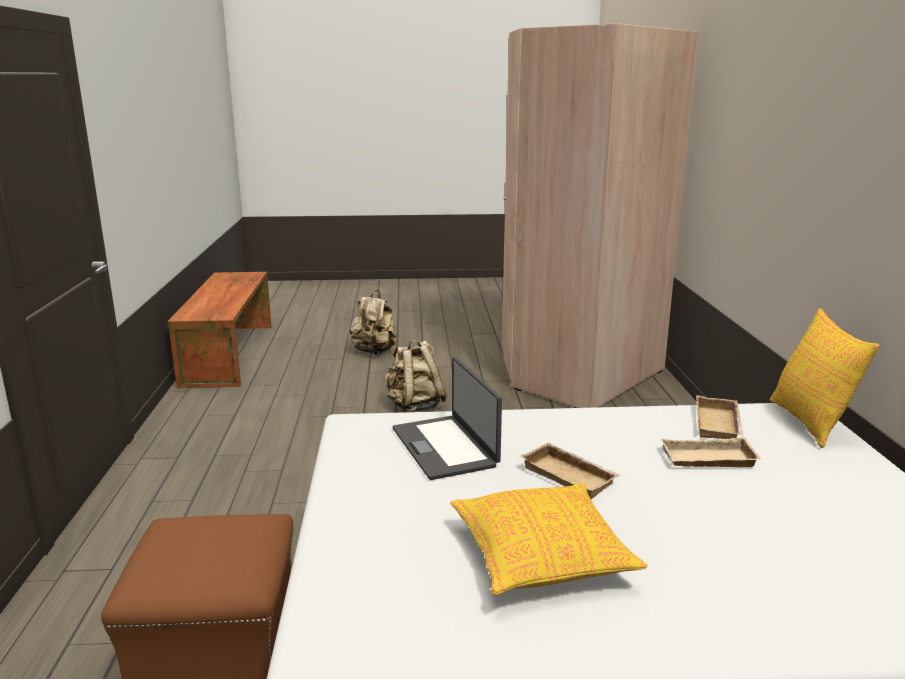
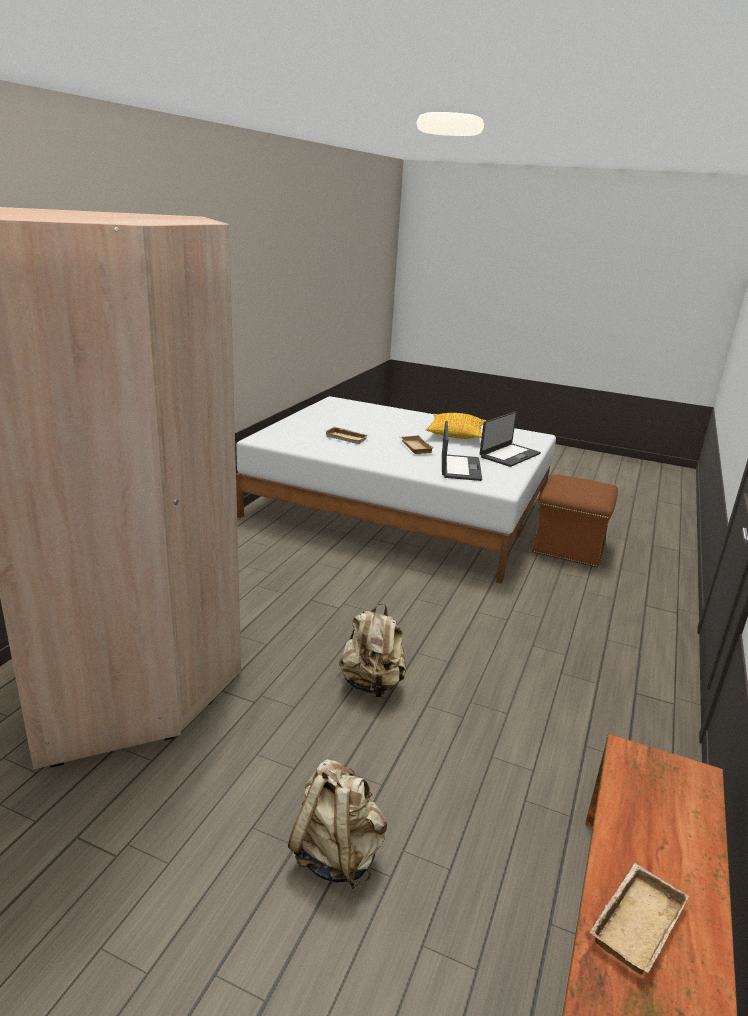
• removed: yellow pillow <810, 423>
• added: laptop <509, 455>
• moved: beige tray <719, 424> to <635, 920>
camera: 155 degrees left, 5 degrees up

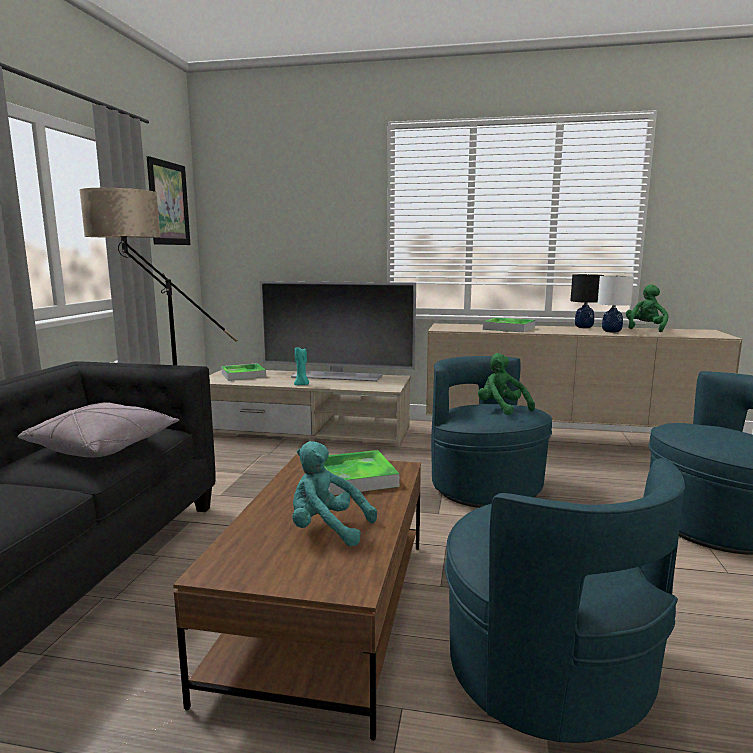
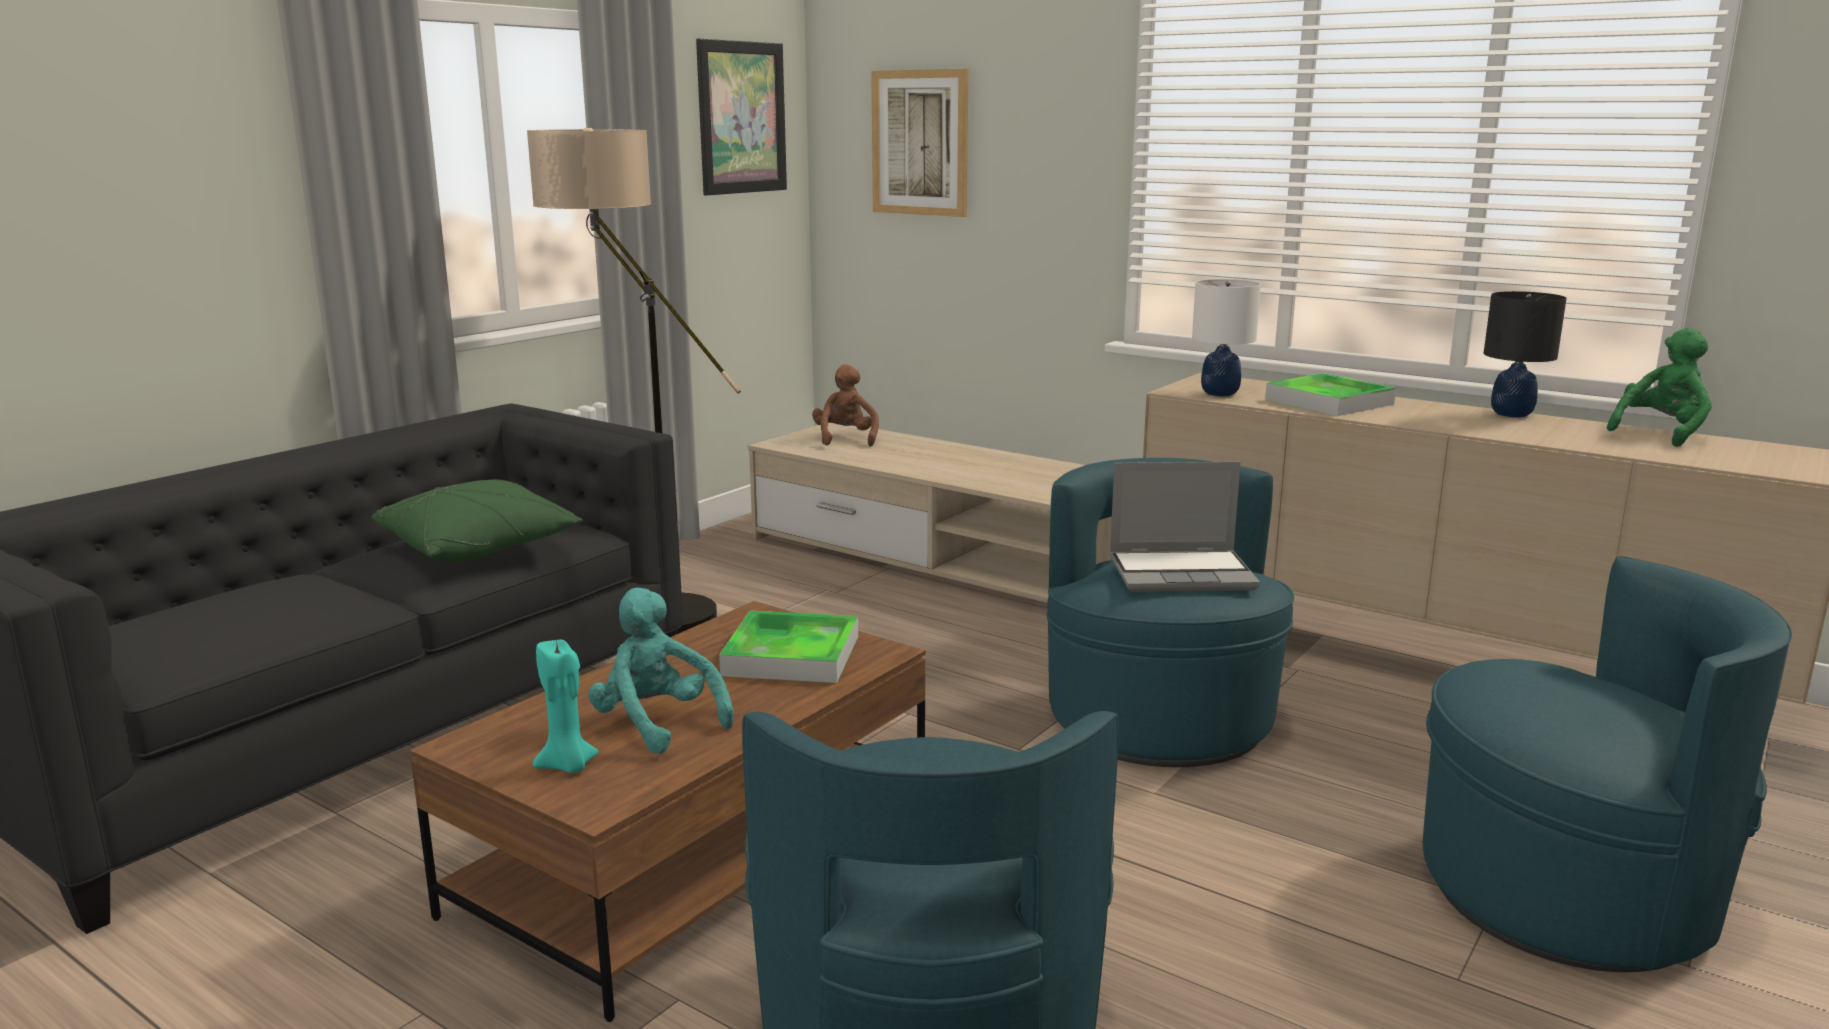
• removed: television <337, 376>
• added: picture <920, 143>
• moved: turquoise candle <302, 384> to <568, 766>
• moved: white table lamp <612, 331> to <1221, 394>
• replaced: tray <243, 375> to brown plush toy <845, 439>
• replaced: green plush toy <501, 408> to laptop <1183, 573>
• recoloured: purple pillow <104, 447> to green pillow <480, 547>
camera: 25 degrees right, 5 degrees up

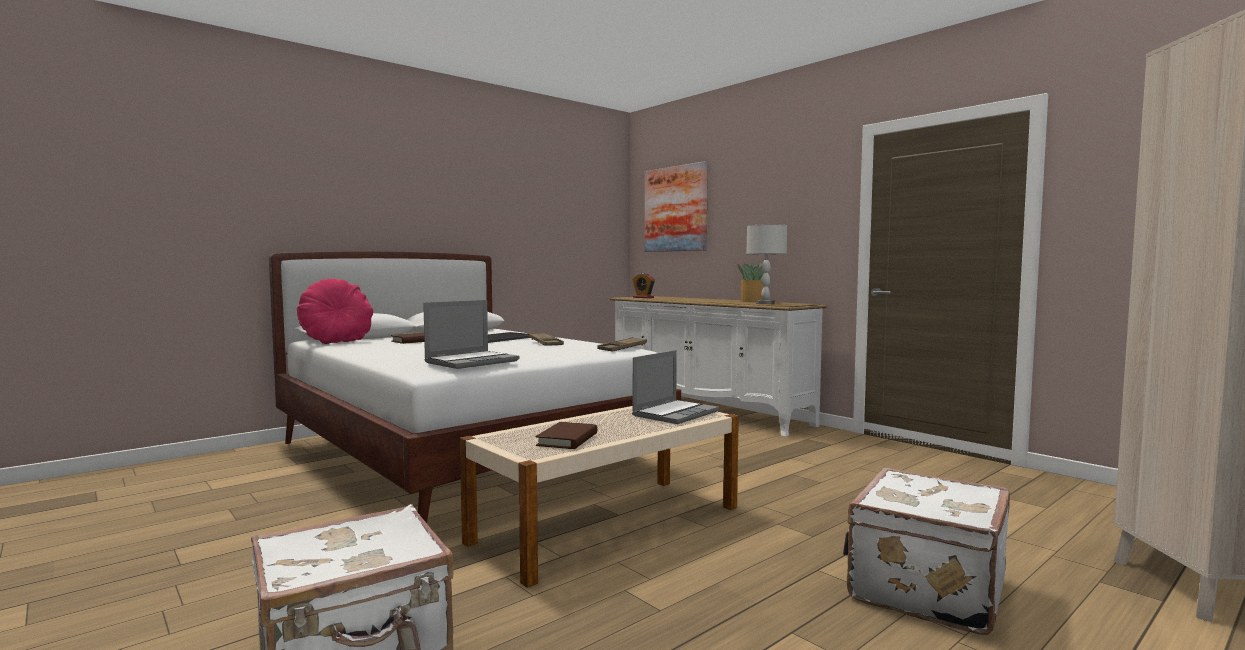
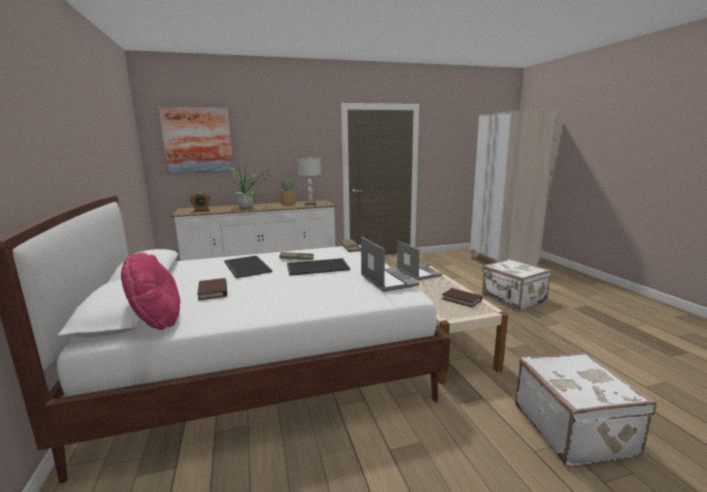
• added: potted plant <248, 207>
• added: tray <317, 267>
camera: 65 degrees left, 10 degrees up

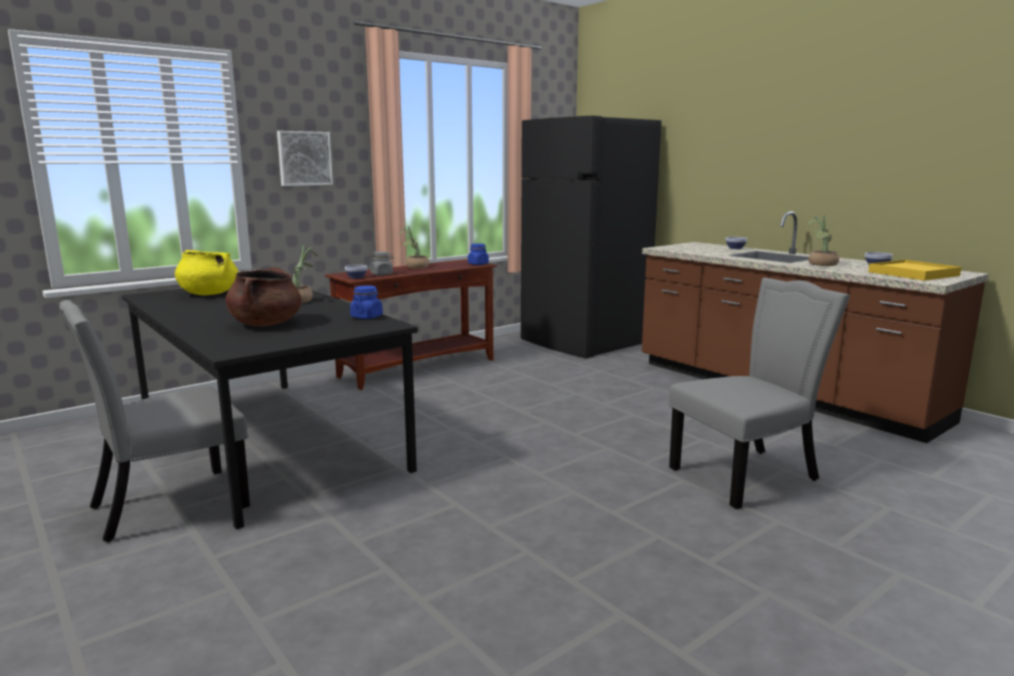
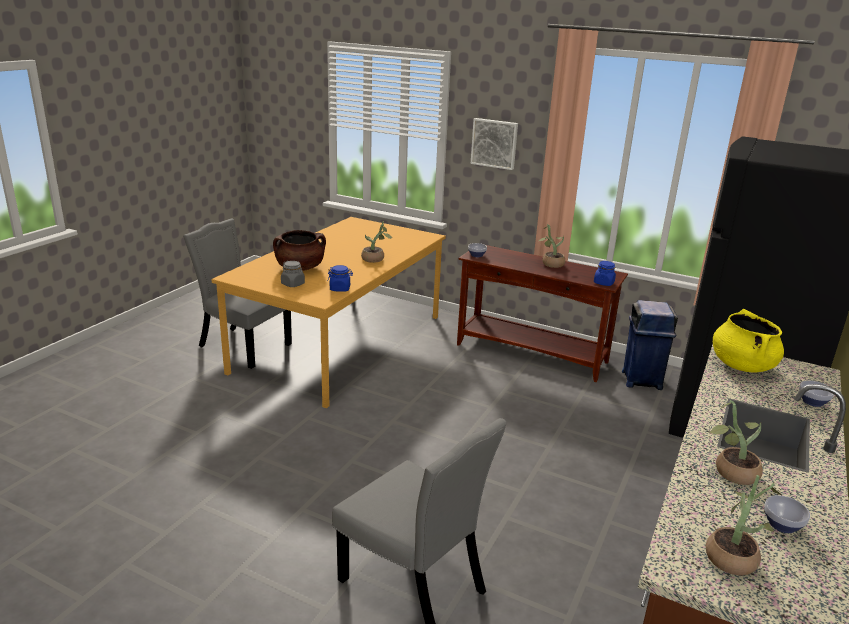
• added: blue trash can <641, 380>
• moved: yellow cooking pot <209, 294> to <741, 365>
• moved: grey jar <381, 274> to <293, 284>
• replaced: yellow tray <913, 274> to potted plant <733, 556>
• recoloured: black dining table <269, 440> to orange dining table <341, 343>
camera: 65 degrees right, 10 degrees up

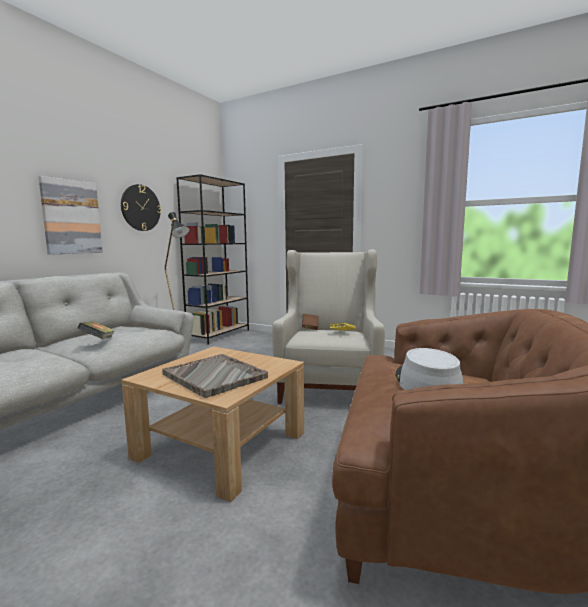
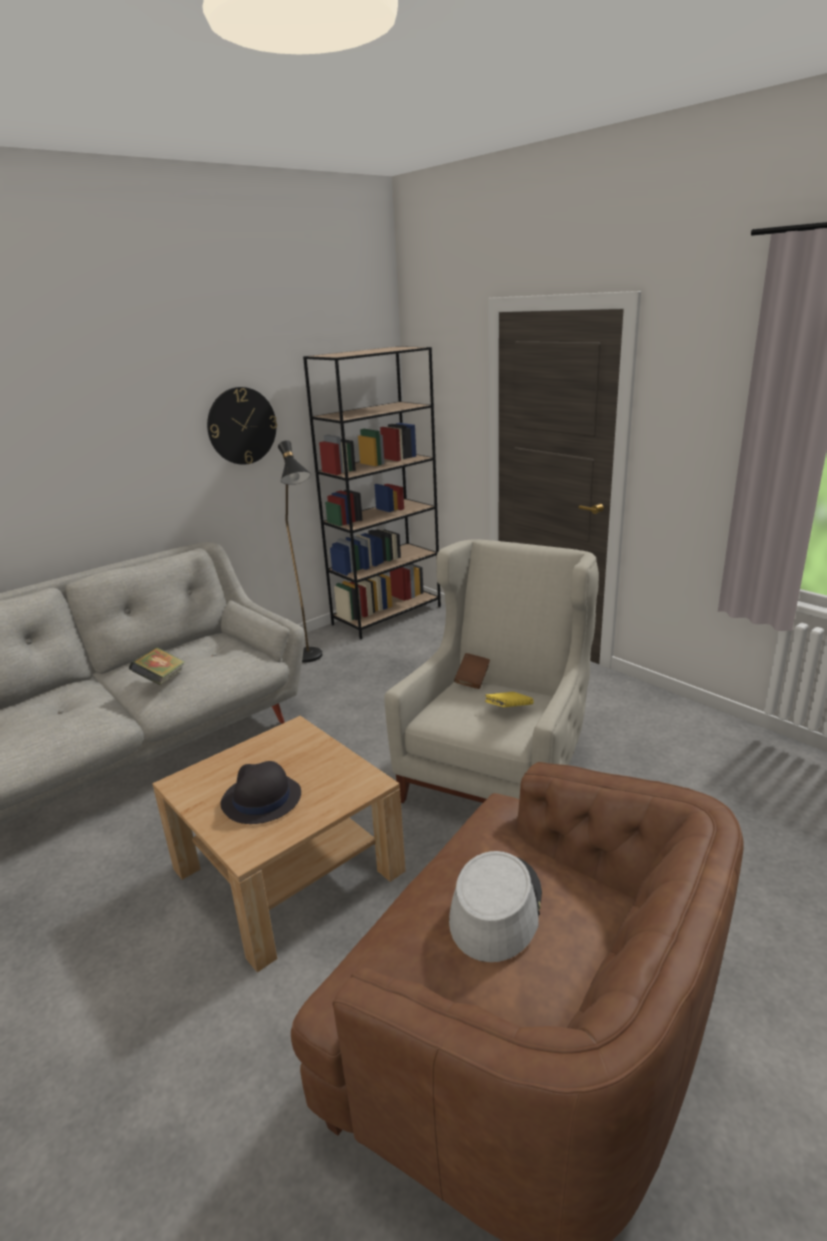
• removed: picture <71, 217>
• replaced: grey tray <214, 376> to black hat <261, 799>
camera: 20 degrees right, 15 degrees up

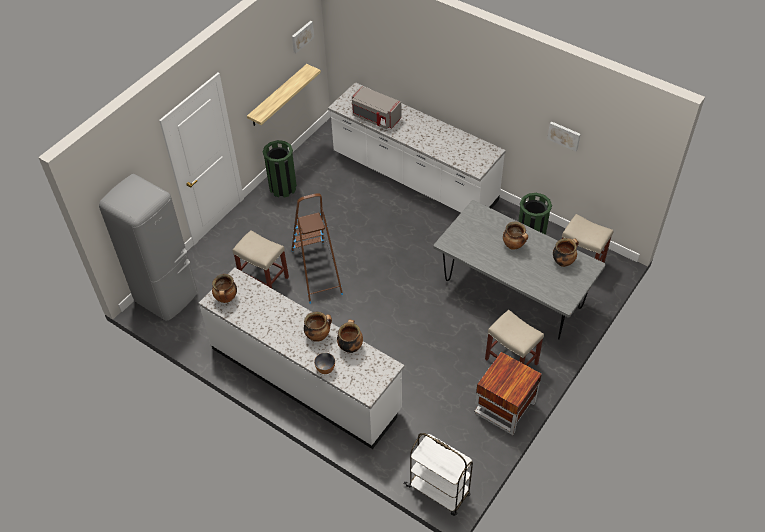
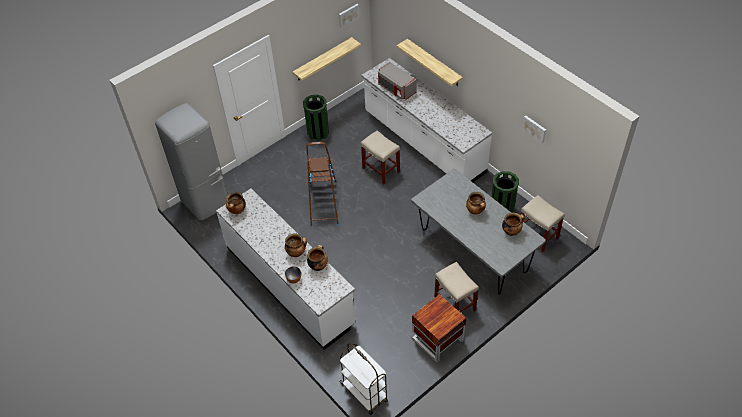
• added: shelf <434, 63>
• moved: beige stool <263, 279> to <380, 170>
camera: 15 degrees right, 0 degrees up

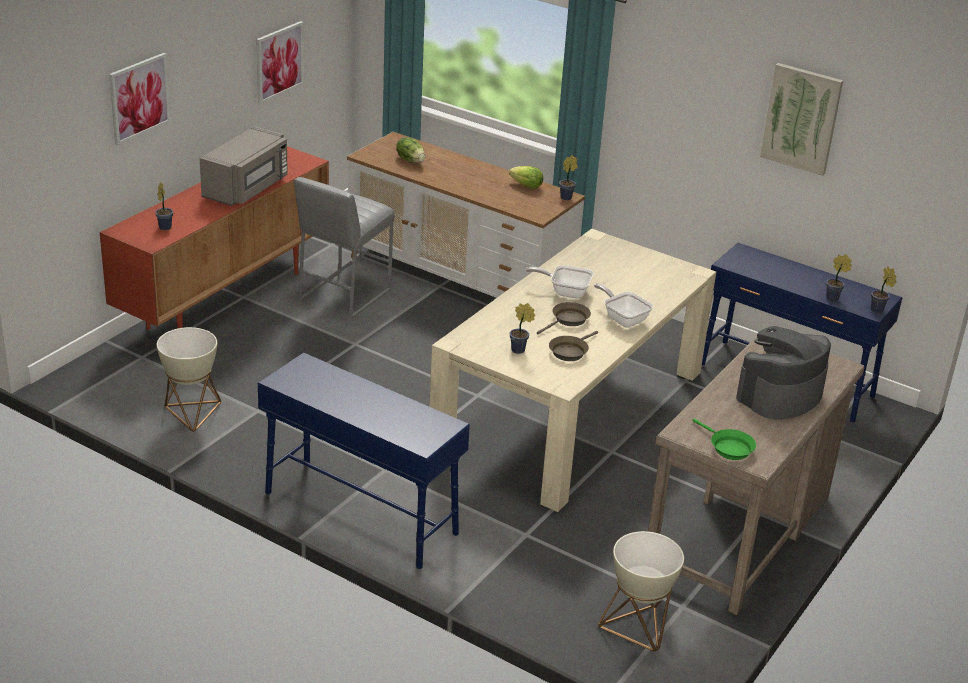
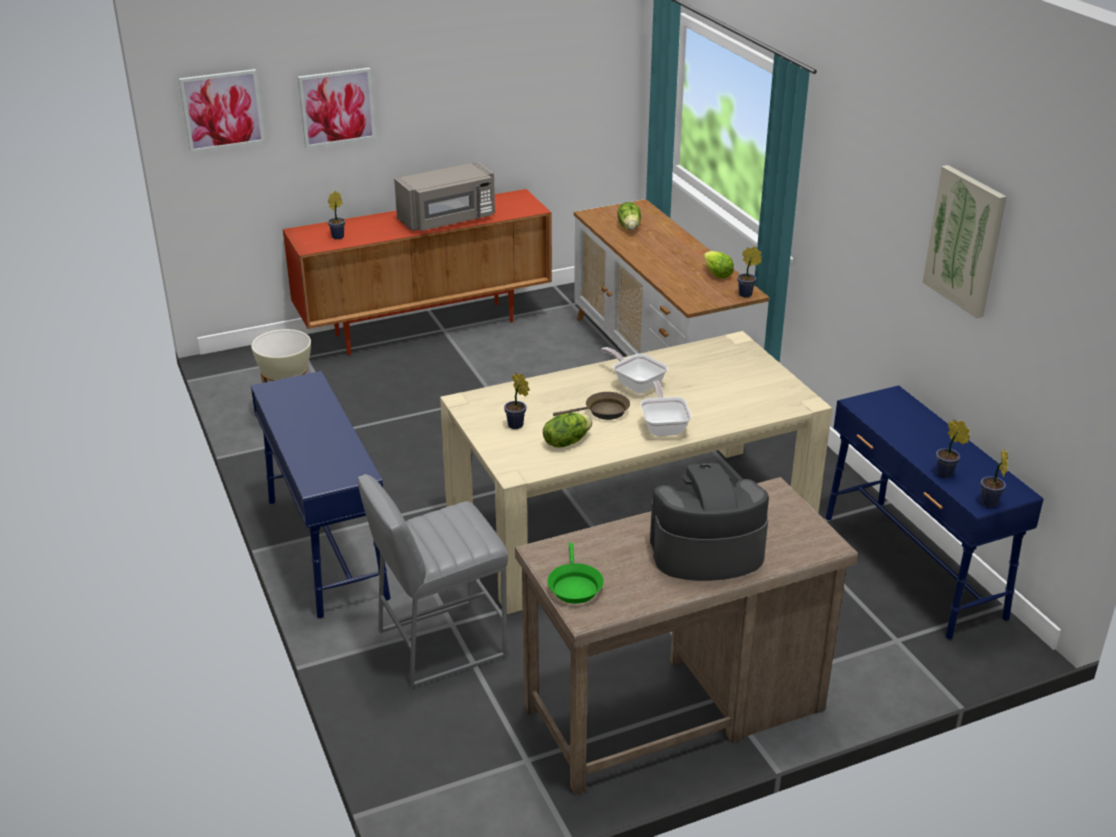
• removed: planter <636, 629>
• moved: picture <279, 61> to <222, 110>
• moved: grey stool <344, 295> to <439, 644>
• replaced: brown frying pan <570, 351> to lettuce <566, 442>
camera: 35 degrees right, 0 degrees up

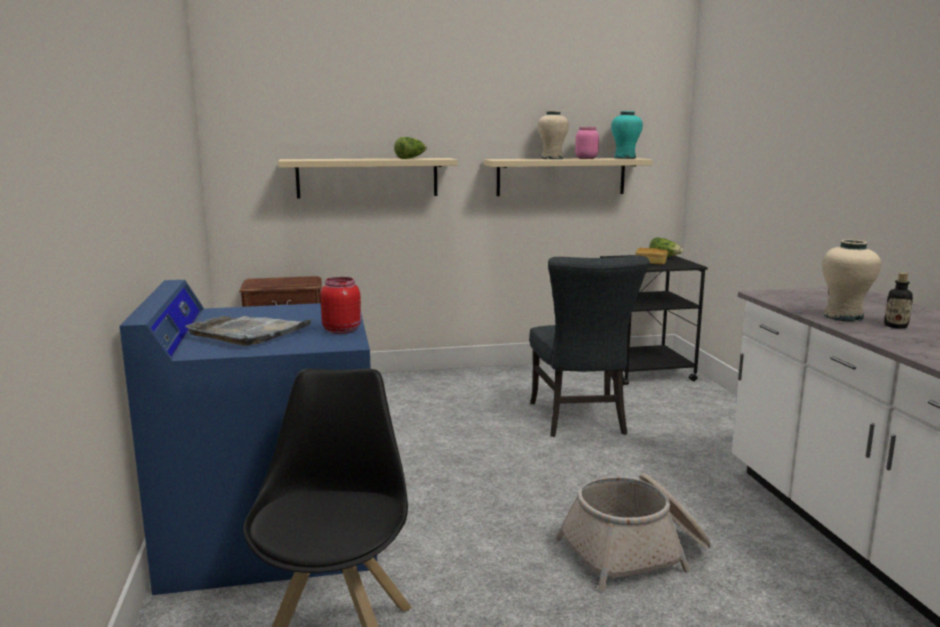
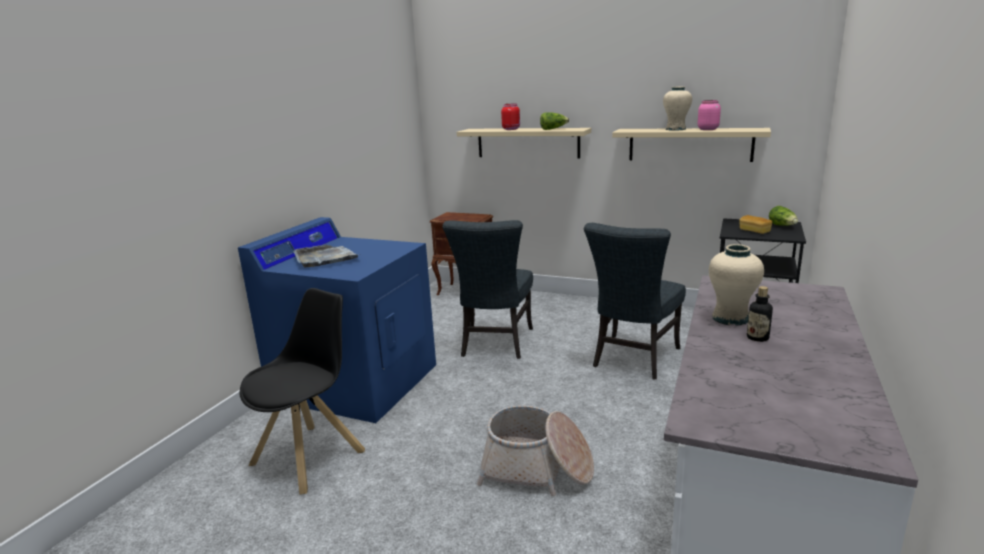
• removed: turquoise vase <624, 158>
• added: grey chair <495, 344>
• moved: red jar <342, 330> to <511, 129>
camera: 35 degrees right, 5 degrees up

